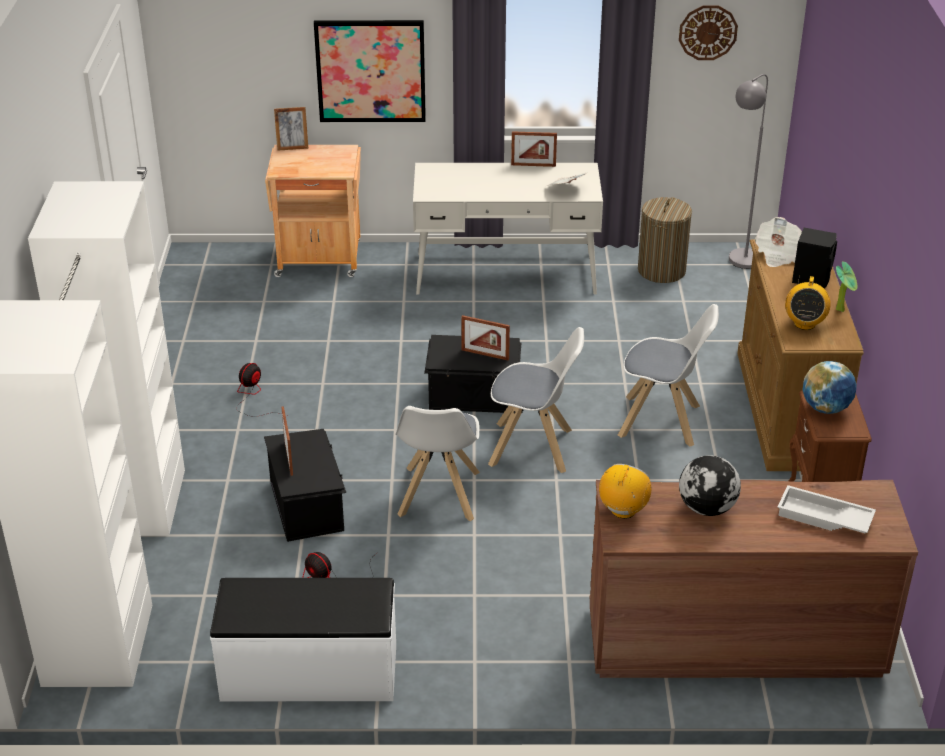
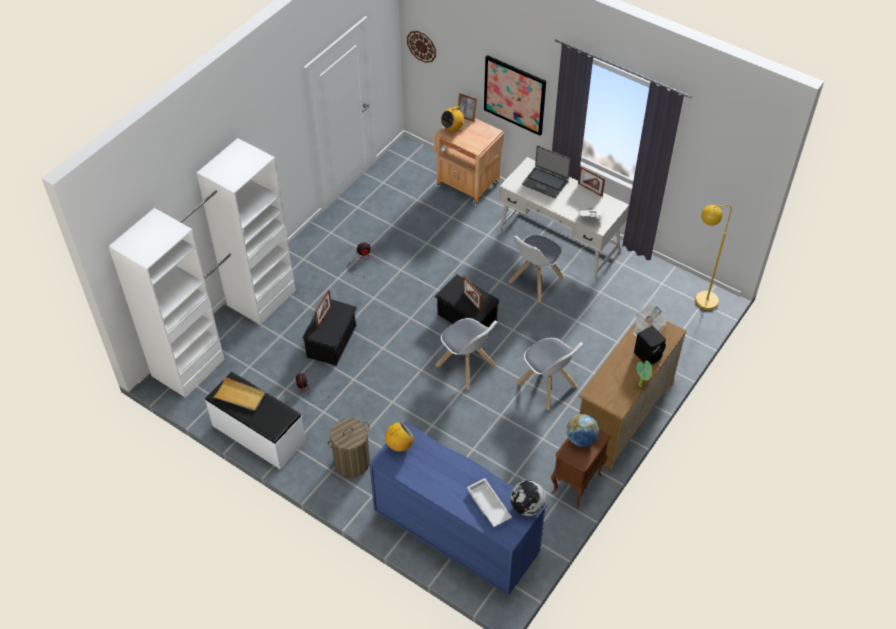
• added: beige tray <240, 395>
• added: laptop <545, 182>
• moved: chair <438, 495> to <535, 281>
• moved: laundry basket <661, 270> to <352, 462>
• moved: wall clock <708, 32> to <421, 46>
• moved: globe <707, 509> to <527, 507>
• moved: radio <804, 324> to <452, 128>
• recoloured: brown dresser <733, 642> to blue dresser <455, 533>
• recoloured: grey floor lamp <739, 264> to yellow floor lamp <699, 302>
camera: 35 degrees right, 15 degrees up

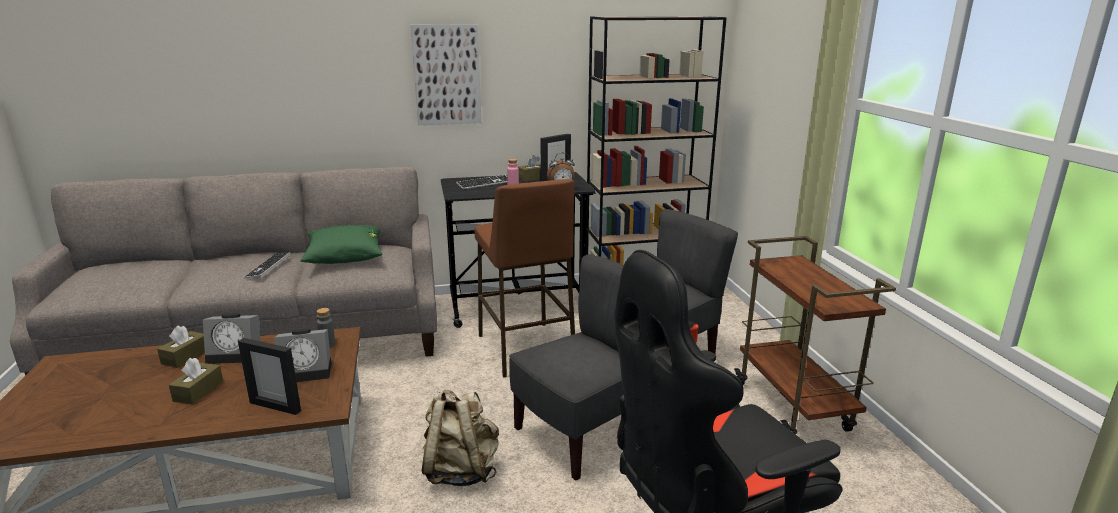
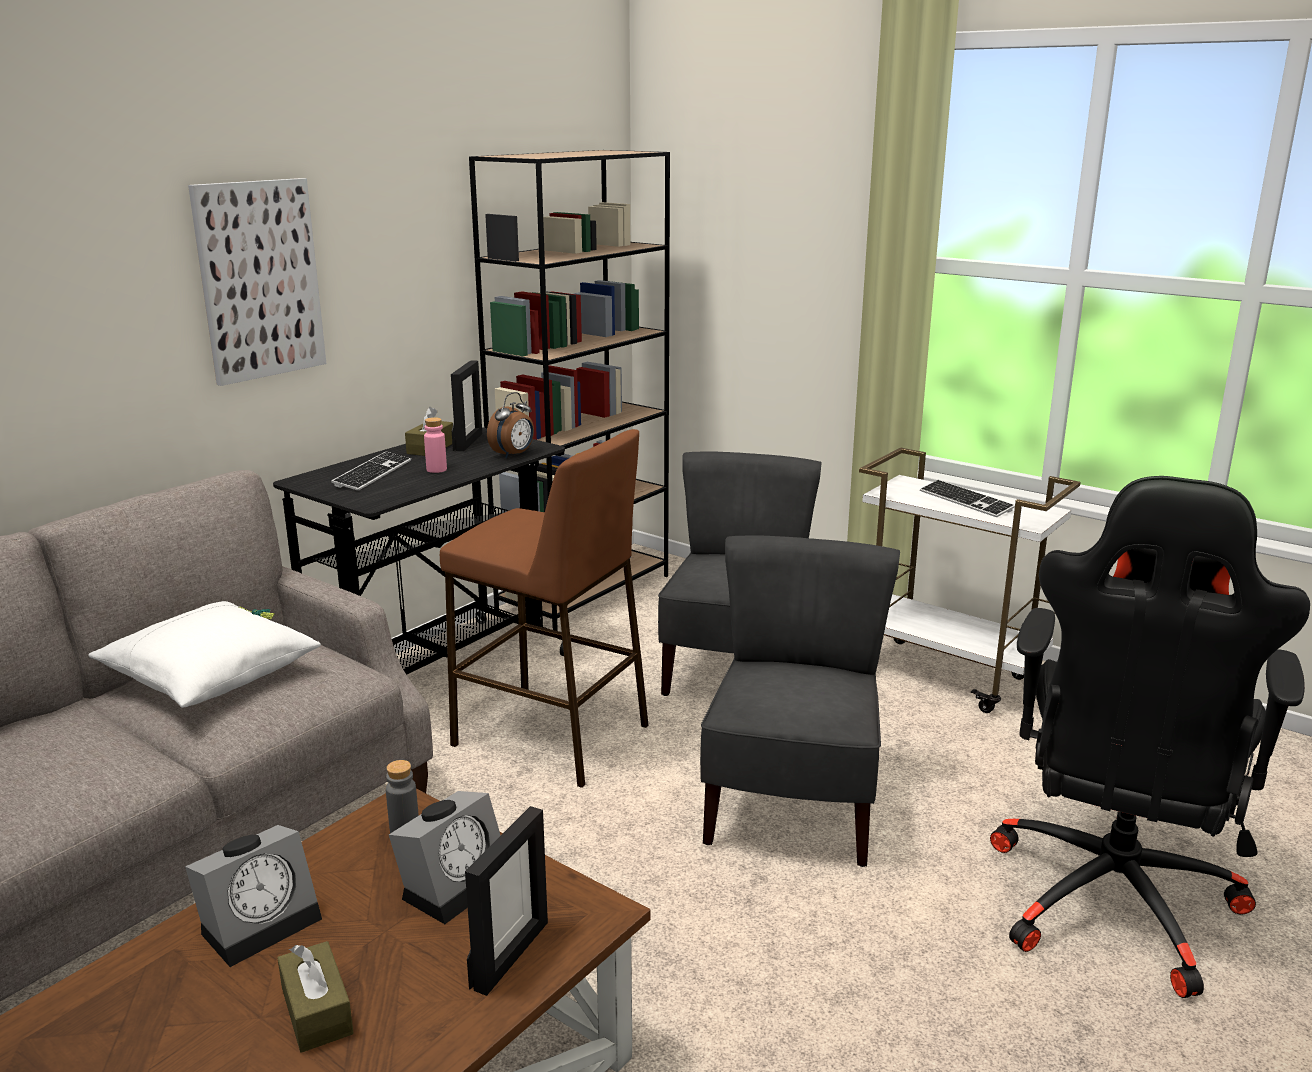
• removed: brown tissue box <185, 356>
• removed: beige backpack <461, 471>
• moved: keyboard <268, 267> to <966, 501>
• recoloured: green pillow <345, 257> to white pillow <211, 678>
• recoloured: brown cart <793, 409> to white cart <947, 677>
• turned: picture frame <276, 406> = <509, 954> 45 degrees counterclockwise
camera: 40 degrees left, 0 degrees up

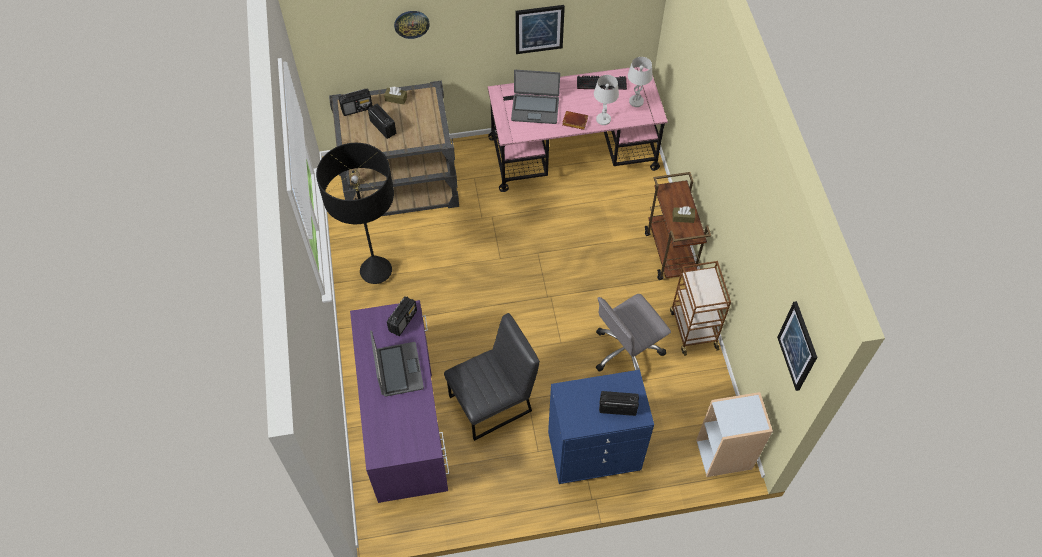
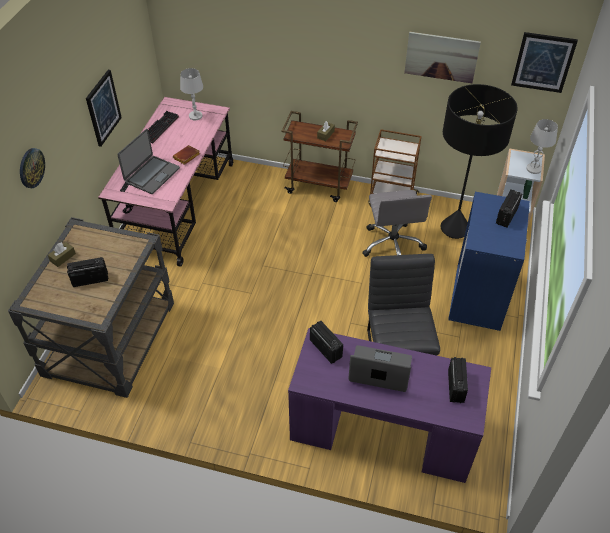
• added: picture <441, 57>
• moved: black floor lamp <376, 272> to <454, 230>
• moved: radio <357, 108> to <455, 386>
• moved: white table lamp <603, 119> to <533, 169>
camera: 65 degrees left, 10 degrees down

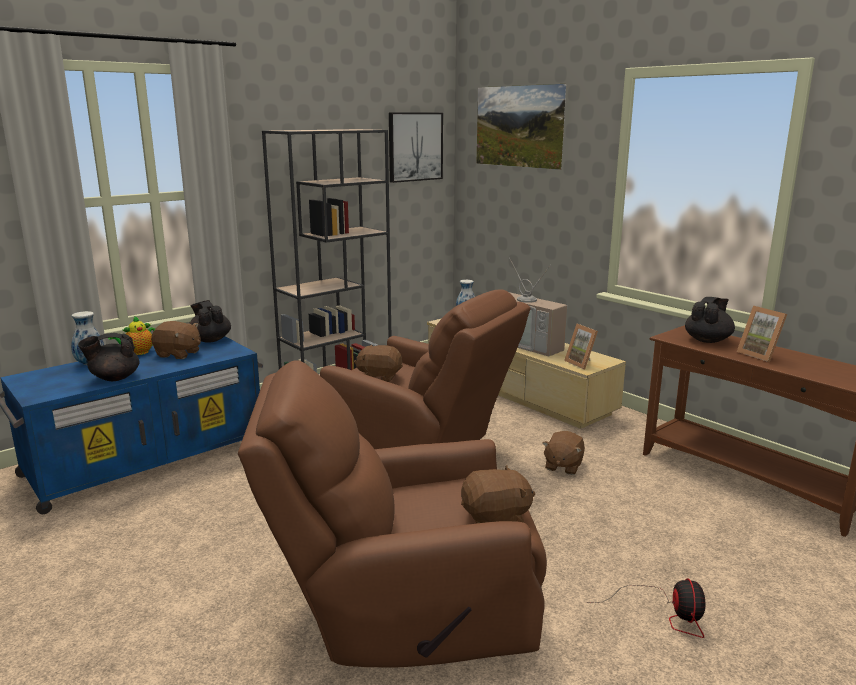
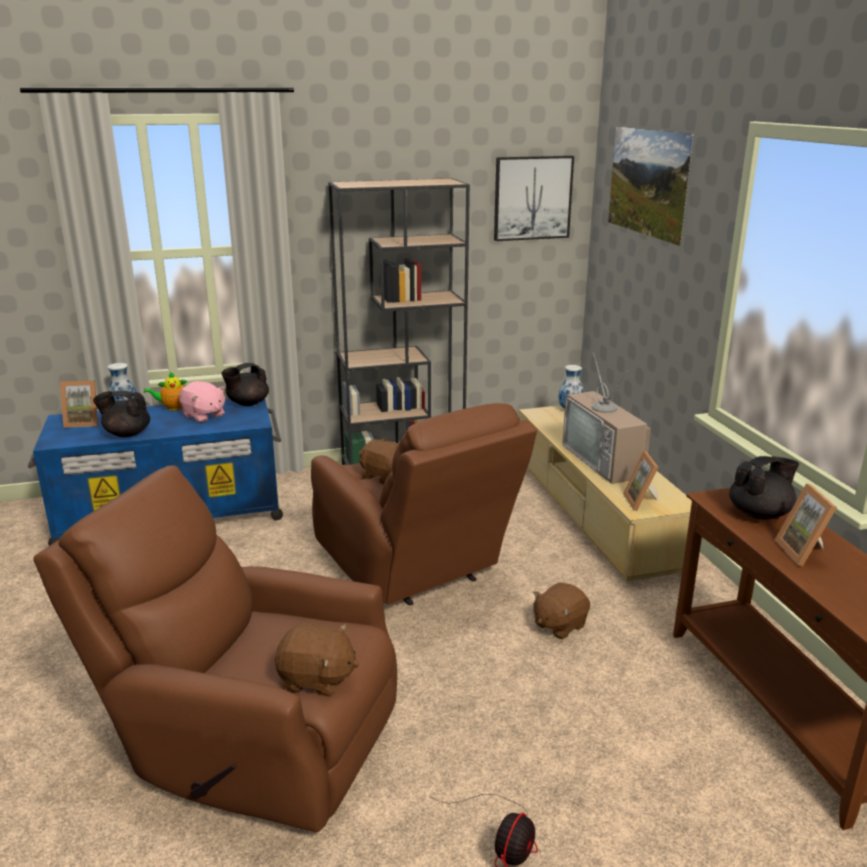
• added: picture frame <84, 422>
• recoloured: brown plush toy <178, 354> to pink plush toy <203, 416>
• turned: black teapot <210, 340> = <247, 403> 120 degrees counterclockwise
camera: 25 degrees right, 5 degrees up

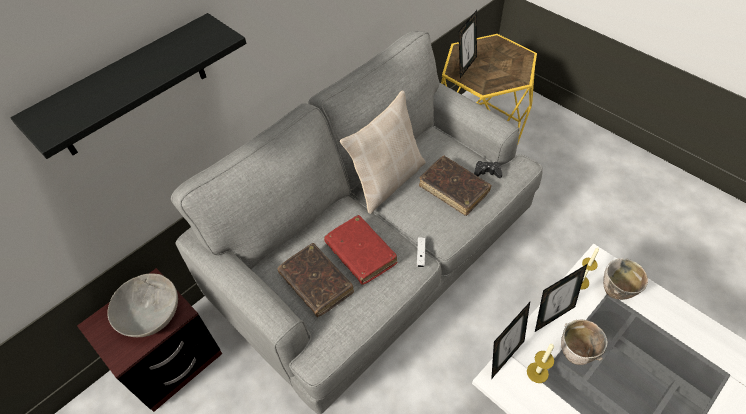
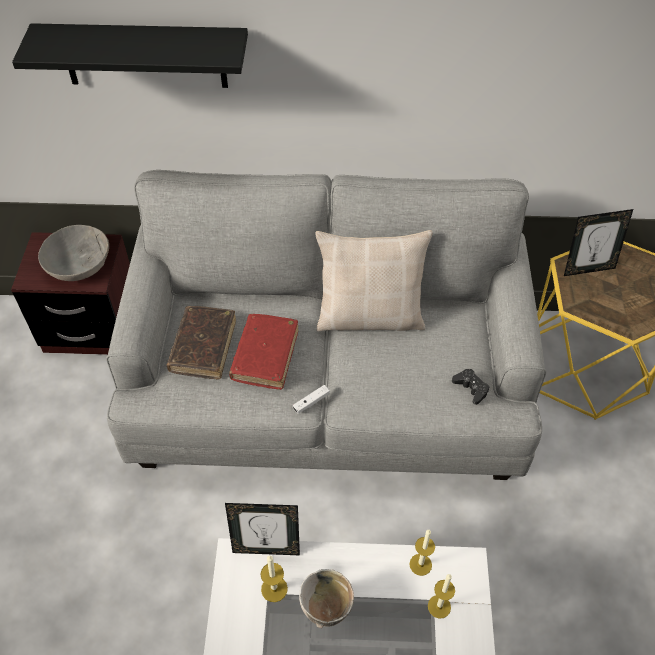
• removed: brown book <454, 189>
• removed: picture frame <552, 316>
• replaced: bowl <614, 292> to candle <439, 606>
camera: 45 degrees right, 0 degrees up

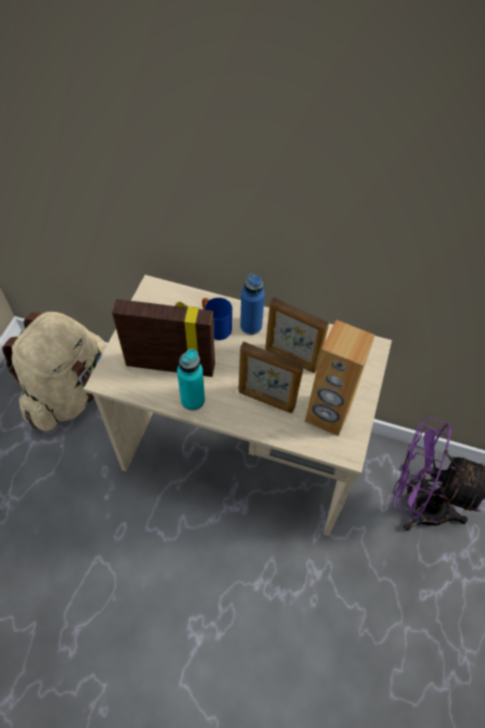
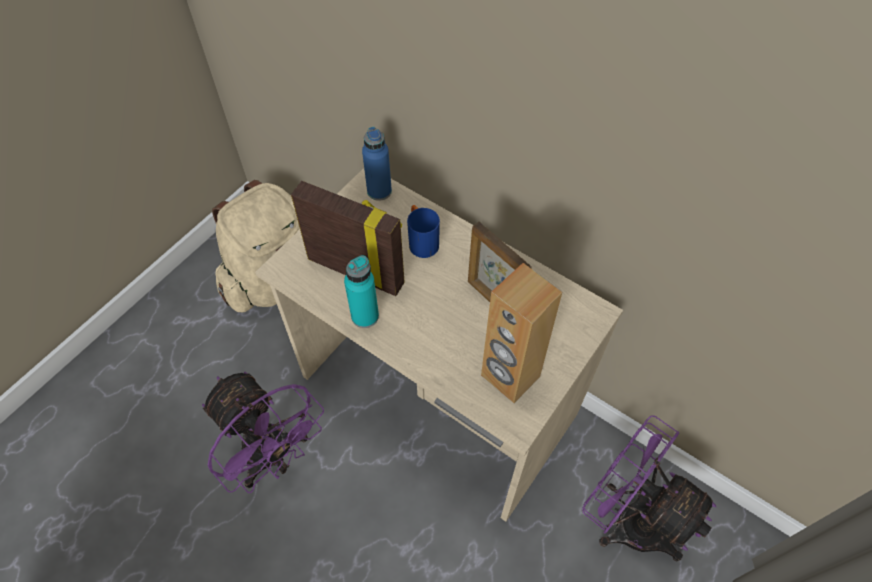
• removed: picture frame <266, 400>
• added: purple fan <274, 457>
• moved: blue bottle <251, 326> to <379, 191>
camera: 20 degrees right, 0 degrees up

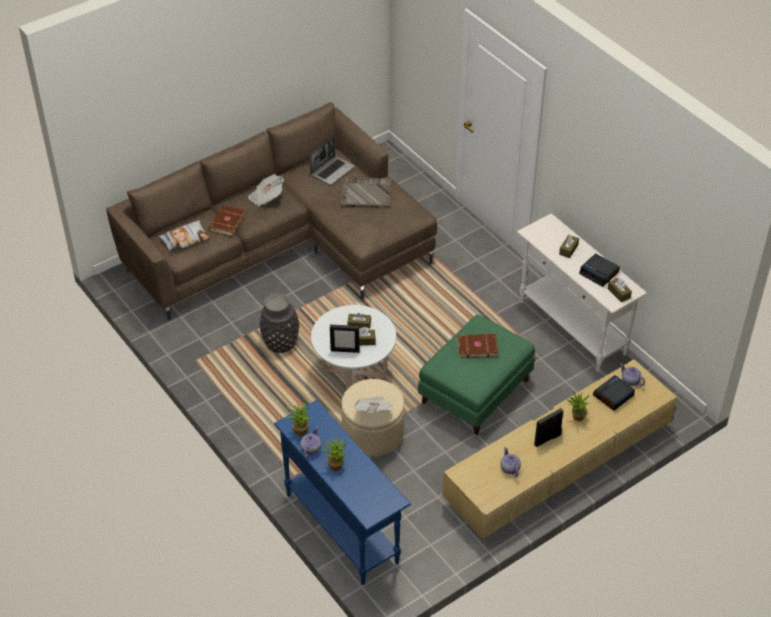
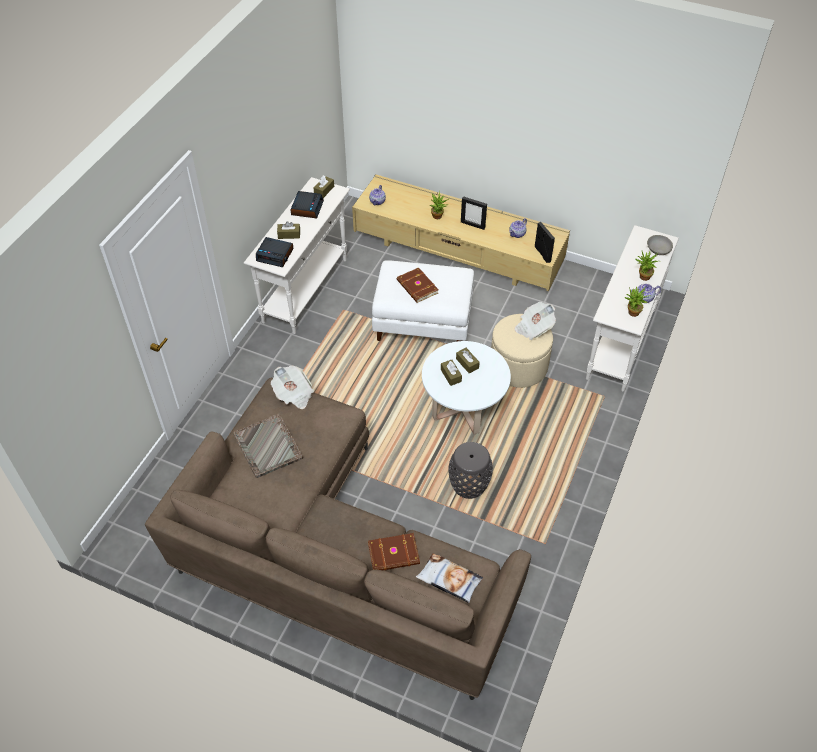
• removed: laptop <332, 170>
• moved: newspaper <266, 197> to <293, 394>
• moved: grey bowl <277, 308> to <658, 250>
• moved: picture frame <345, 350> to <542, 254>
• moved: alarm clock <613, 396> to <275, 255>
• recoloured: blue console table <341, 527> to white console table <620, 343>
• recoloured: green ottoman <475, 393> to white ottoman <424, 321>
camera: 120 degrees left, 5 degrees up

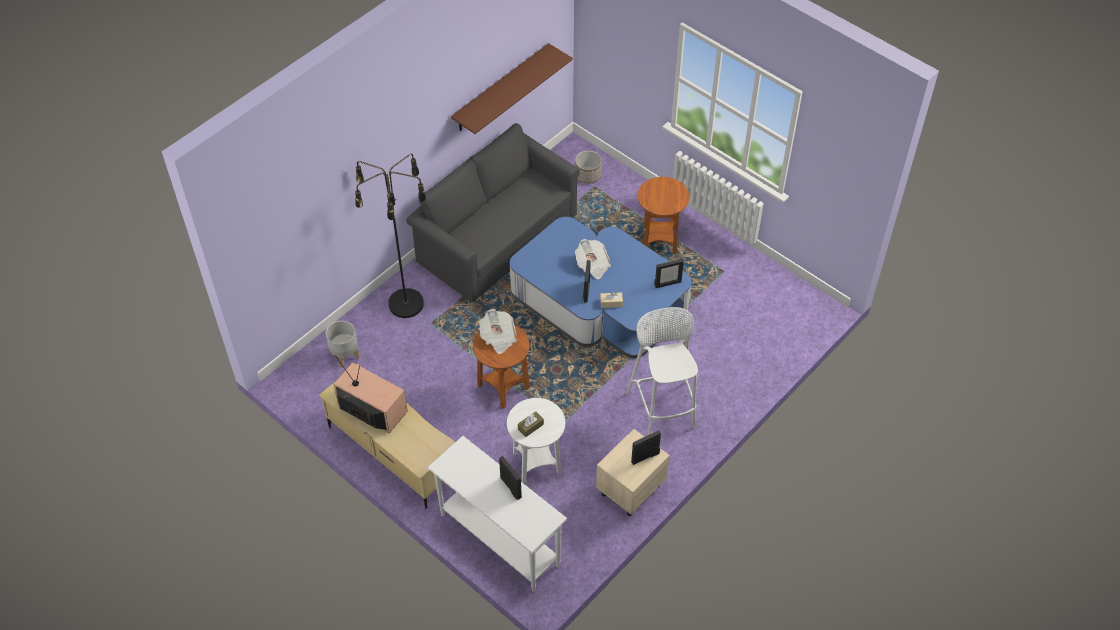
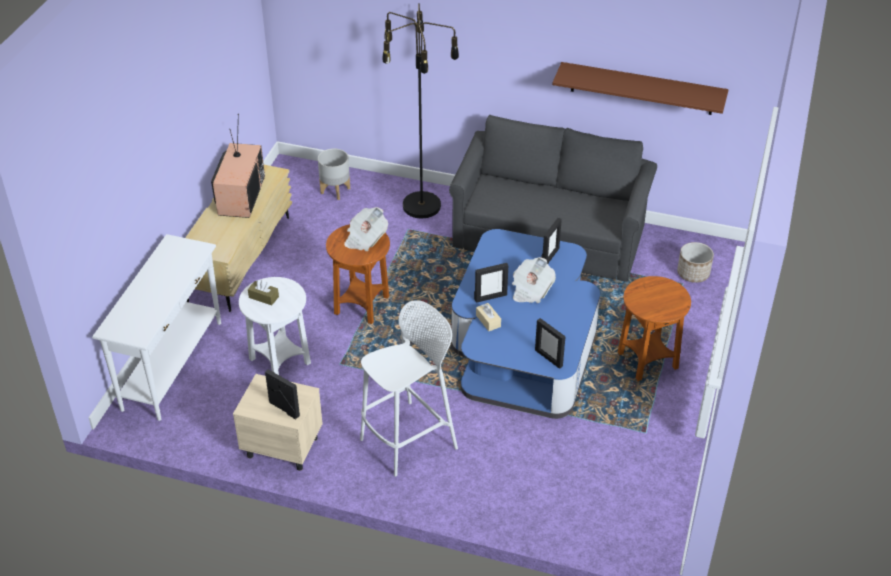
• moved: picture frame <510, 488> to <549, 256>
camera: 65 degrees right, 10 degrees down

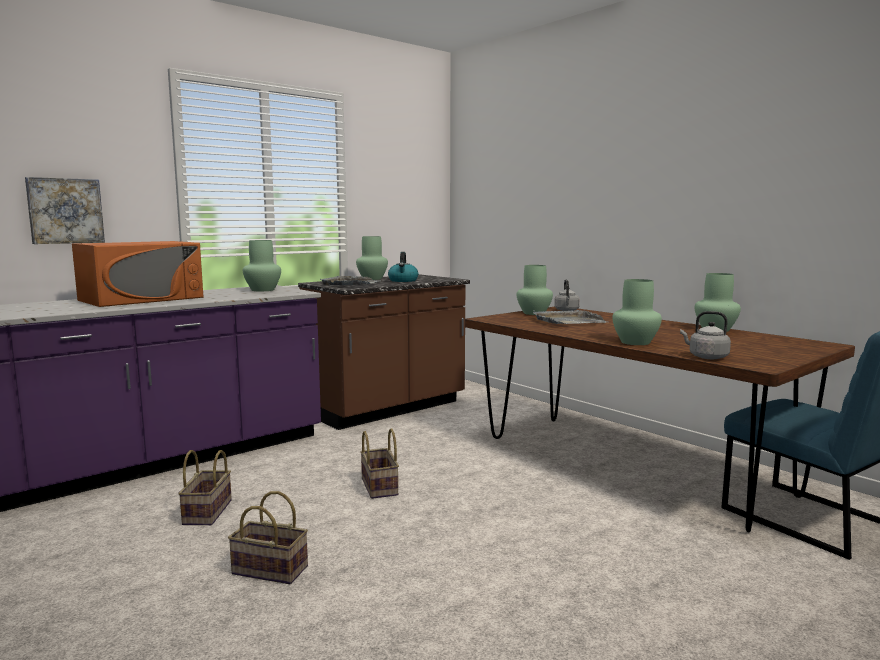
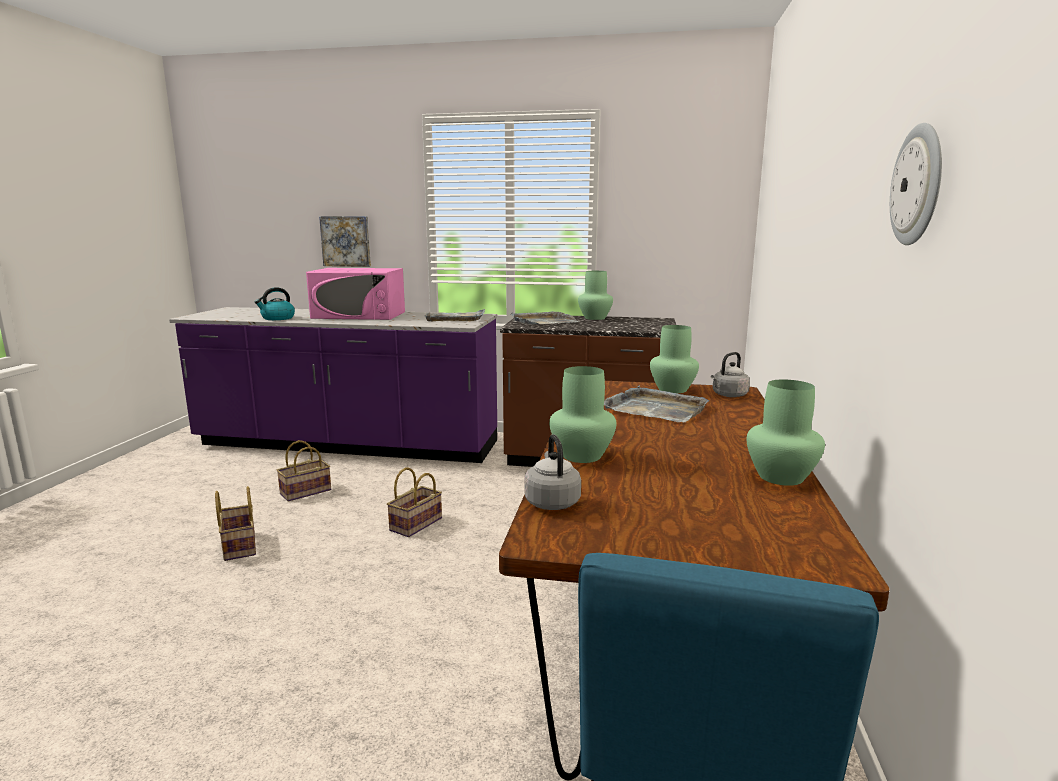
• added: wall clock <918, 185>
• moved: kettle <403, 280> to <277, 318>
• replaced: green vase <262, 290> to grey tray <456, 318>
• recoloured: orange microwave <142, 299> to pink microwave <359, 315>
camera: 50 degrees right, 5 degrees up

